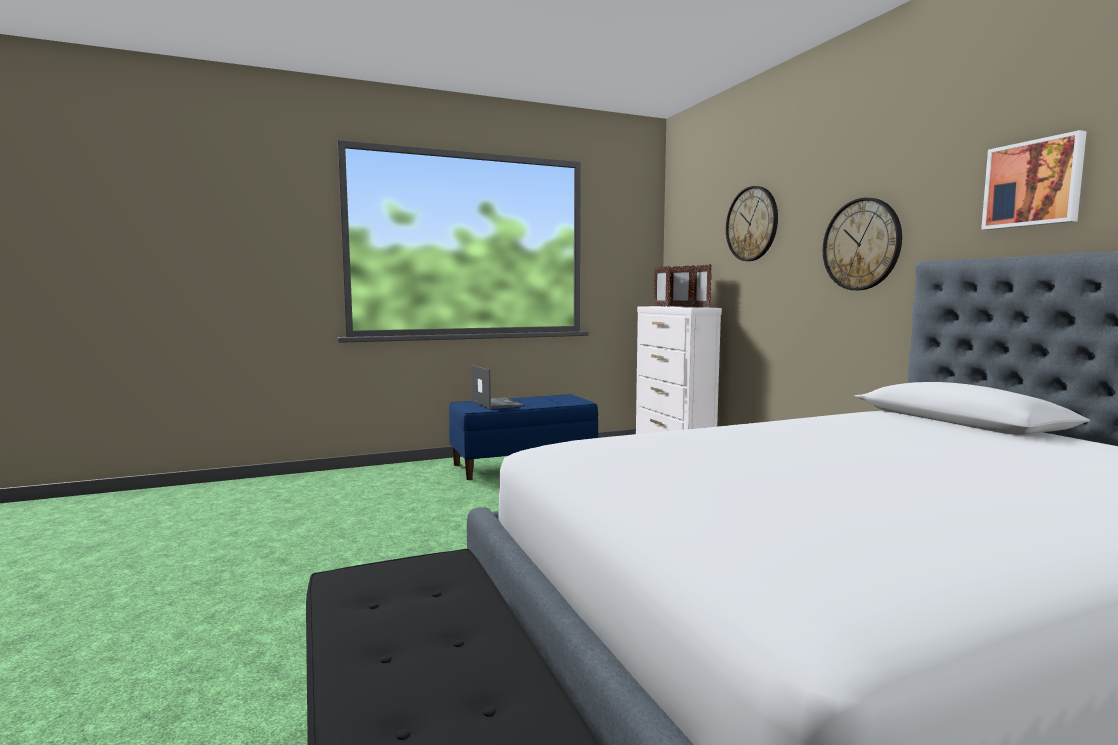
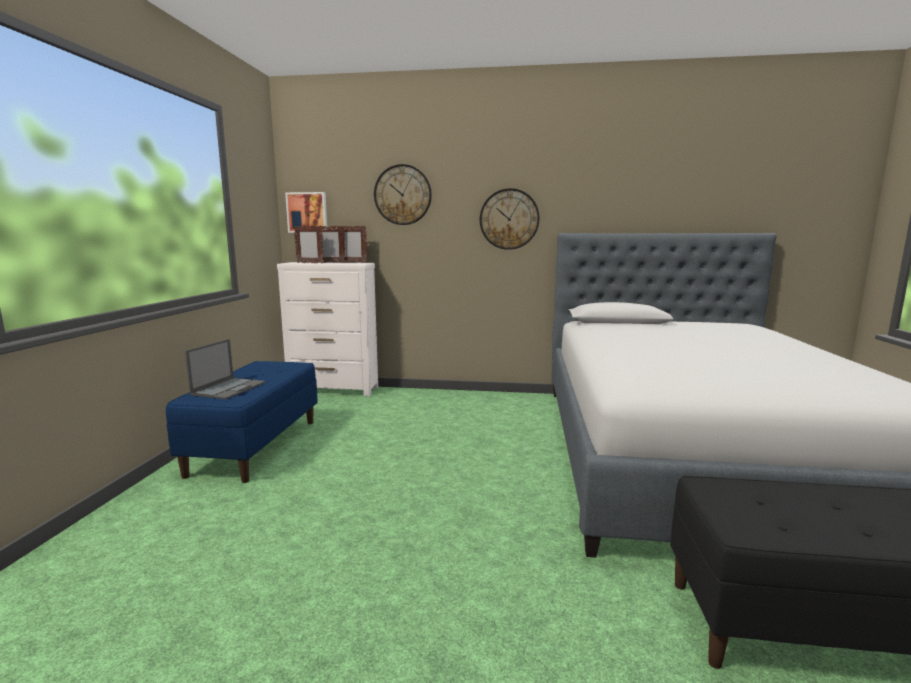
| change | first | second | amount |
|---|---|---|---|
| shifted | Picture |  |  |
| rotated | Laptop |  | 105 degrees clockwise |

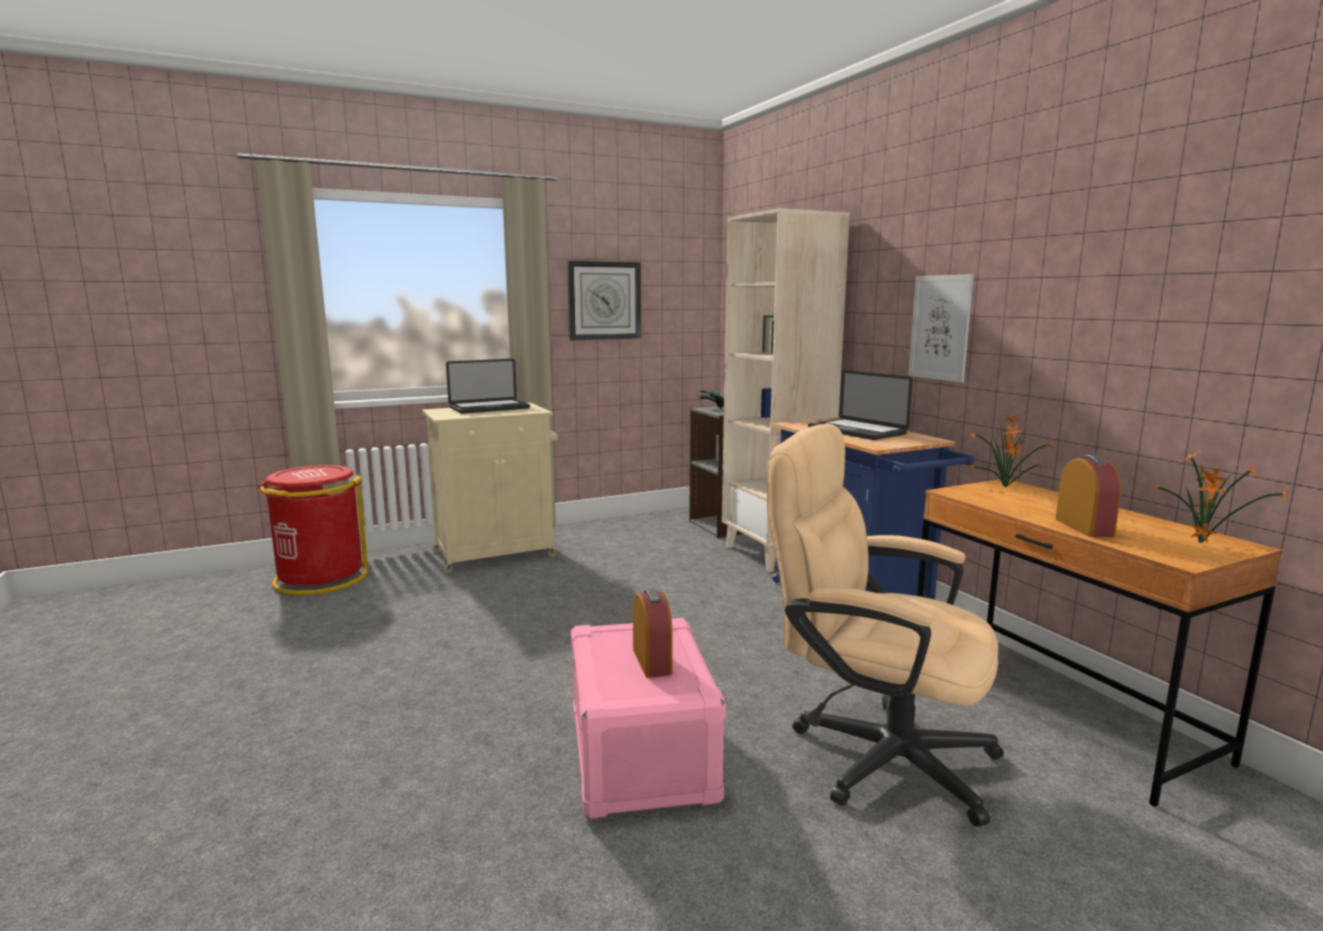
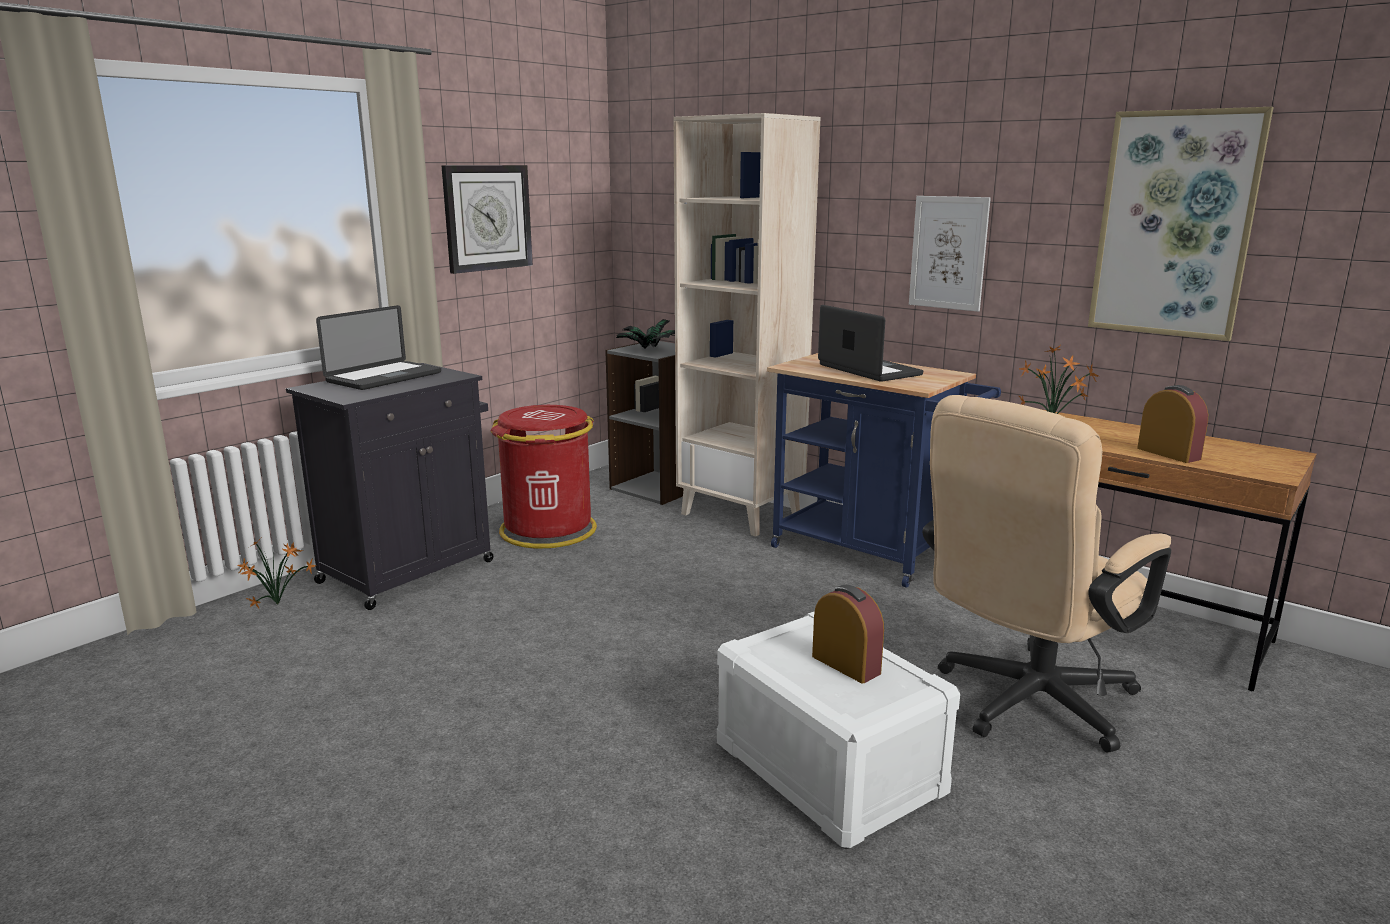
| change | first | second | amount |
|---|---|---|---|
| new |  | Picture (no. 2 from left) |  |
| shifted | RedTrashCan |  |  |
| shifted | PottedPlant (no. 3 from left in the first image) | PottedPlant (no. 1 from left) |  |
| repainted | BeigeCabinet | BlackCabinet |  |
| repainted | PinkStorageBox | WhiteStorageBox |  |
| rotated | BeigeOfficeChair |  | 45 degrees counterclockwise |
| rotated | Laptop (no. 2 from left) |  | 150 degrees counterclockwise |

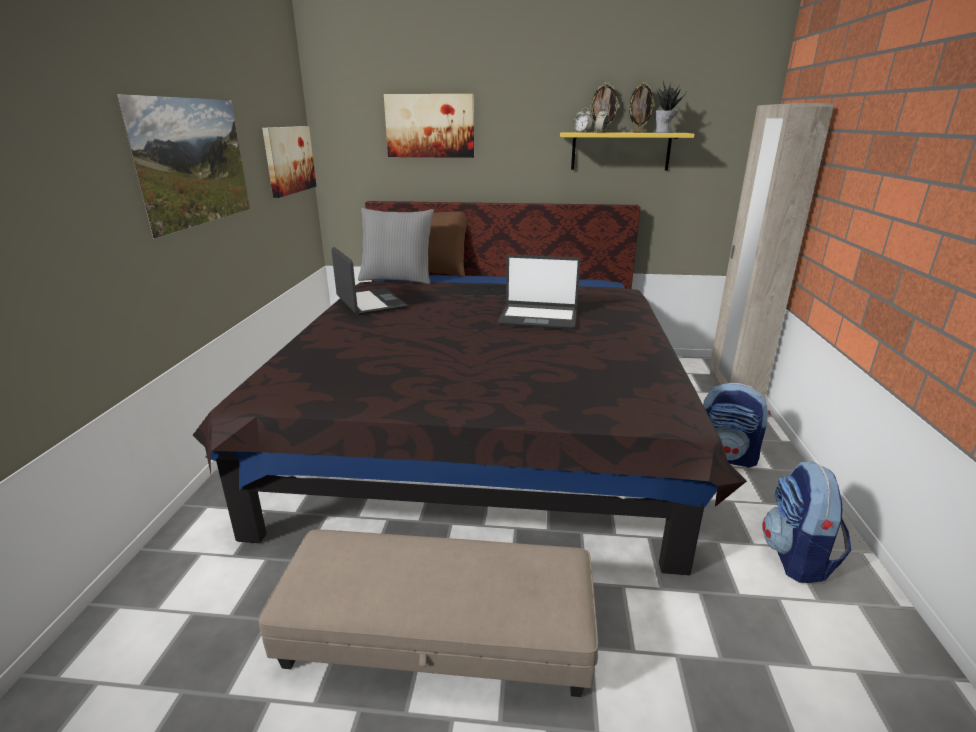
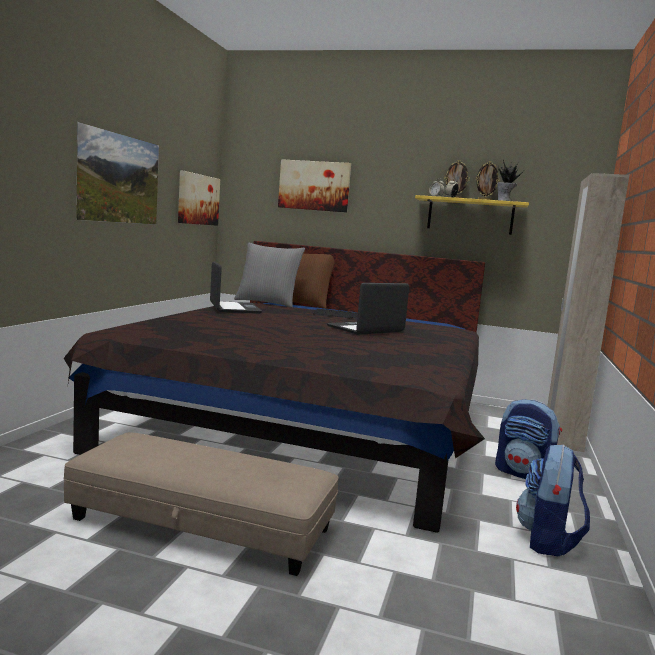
| change | first | second | amount |
|---|---|---|---|
| rotated | Laptop (no. 2 from left) |  | 120 degrees clockwise |

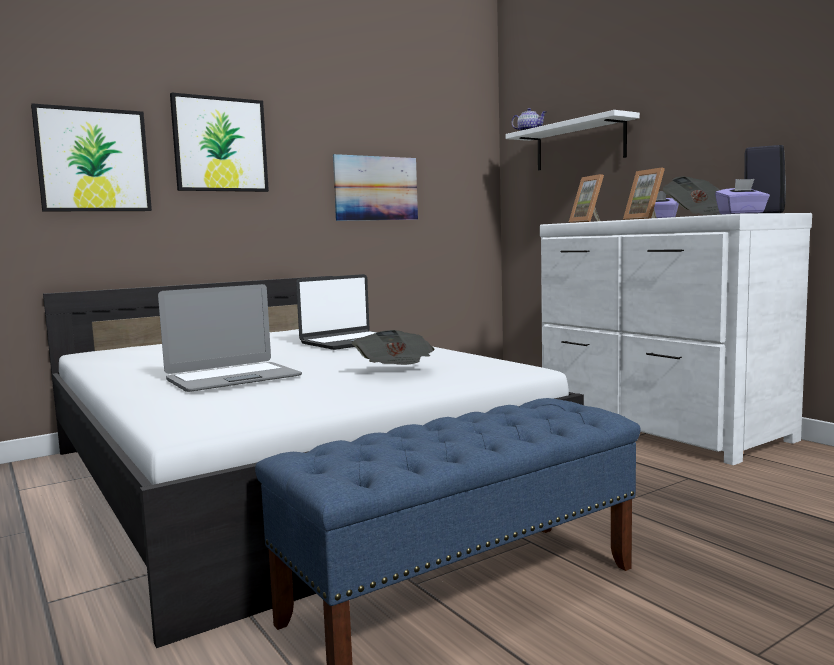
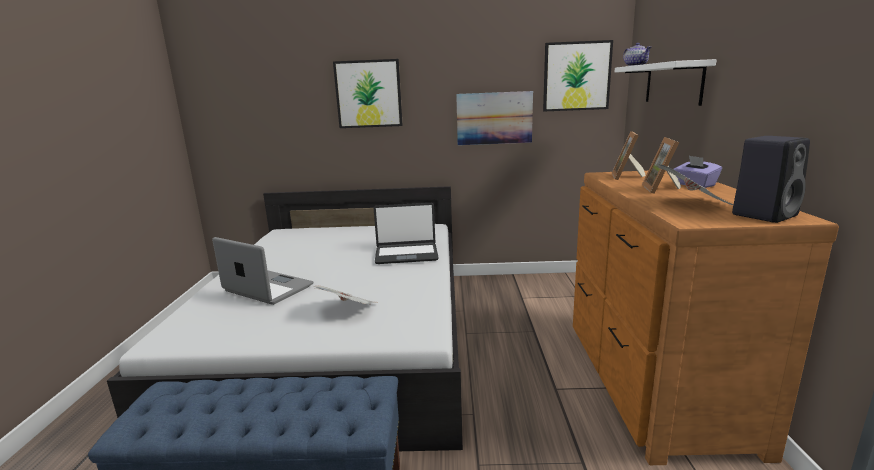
| change | first | second | amount |
|---|---|---|---|
| gone | PurpleTissueBox (no. 2 from left) |  |  |
| shifted | Picture (no. 1 from left in the first image) | Picture (no. 3 from left) |  |
| repainted | WhiteDresser | BrownDresser |  |
| rotated | Laptop (no. 1 from left) |  | 150 degrees counterclockwise |

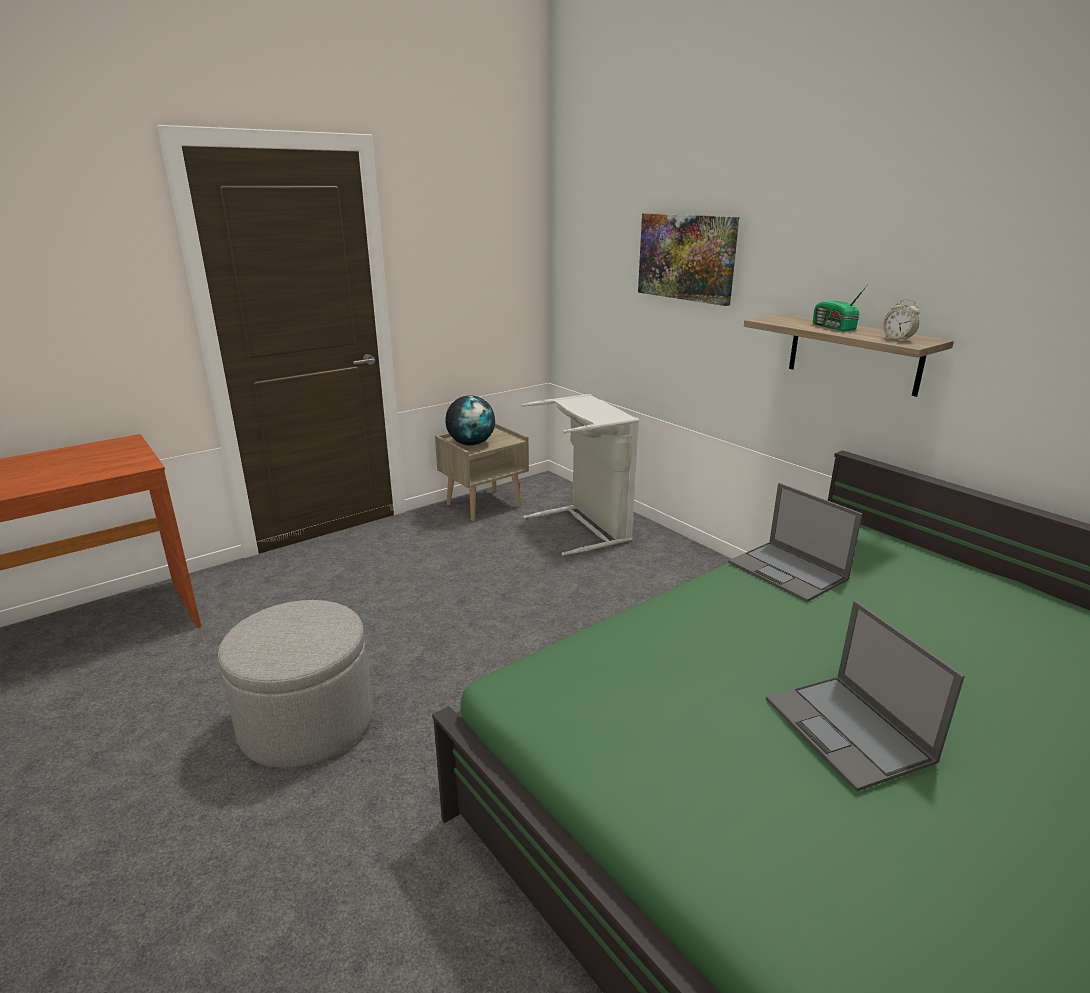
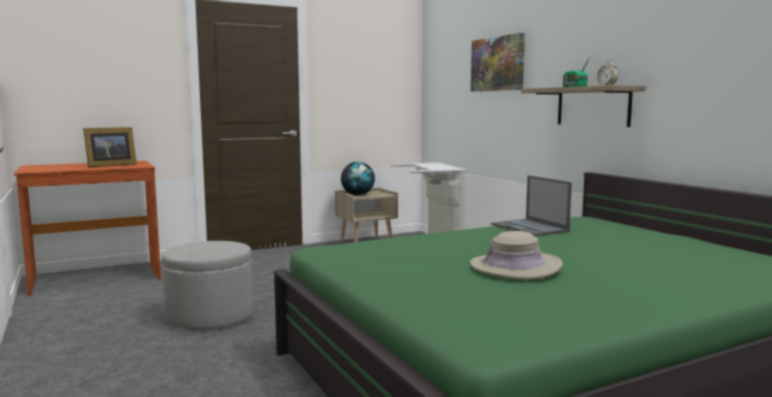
| change | first | second | amount |
|---|---|---|---|
| new |  | PictureFrame |  |
| swapped | Laptop (no. 2 from left) | BeigeHat |  |

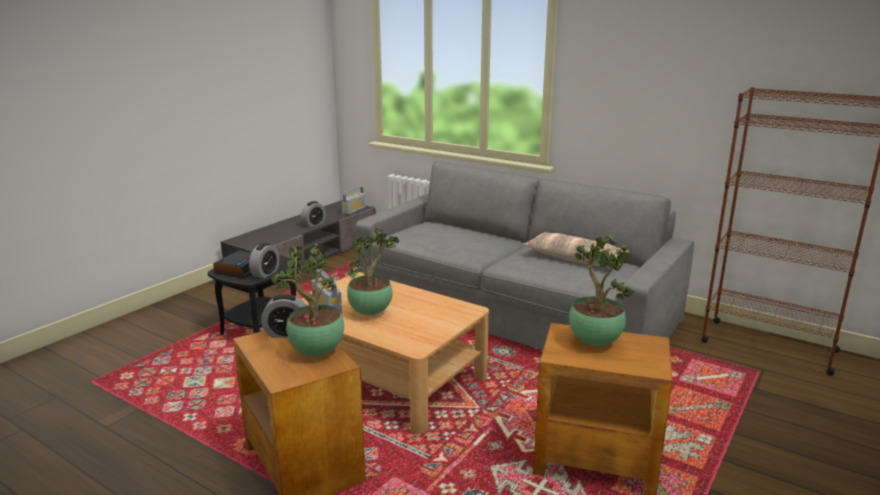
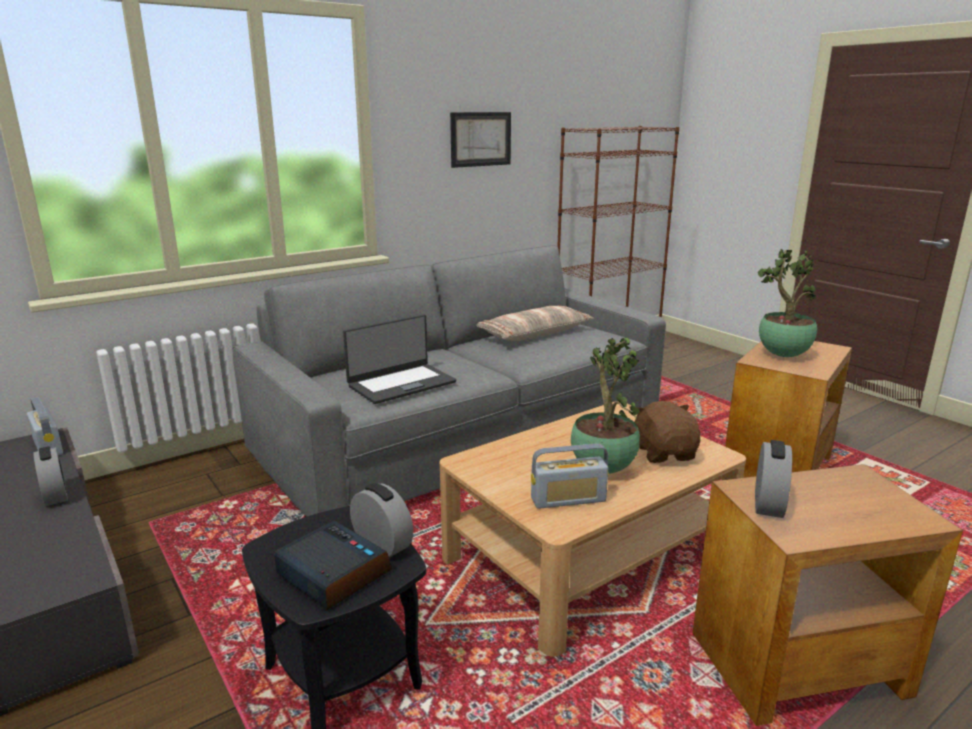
| change | first | second | amount |
|---|---|---|---|
| gone | PottedPlant (no. 1 from left) |  |  |
| new |  | Laptop |  |
| new |  | Picture |  |
| new |  | BrownPlushToy |  |

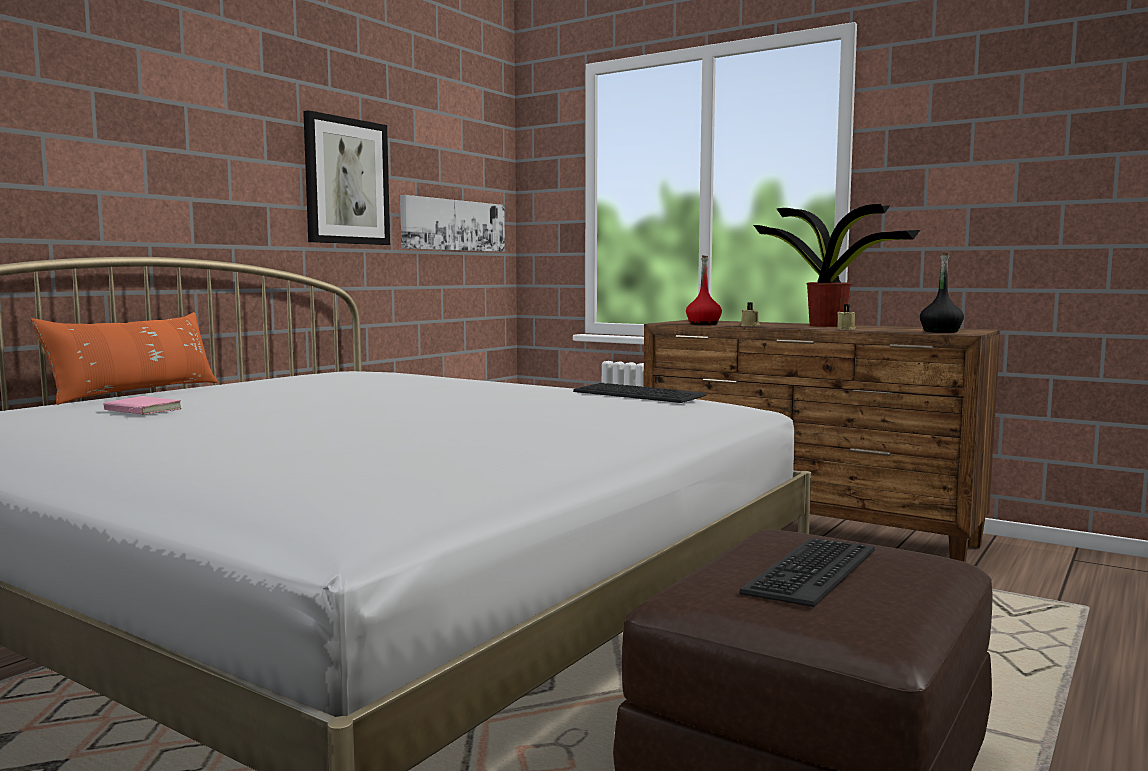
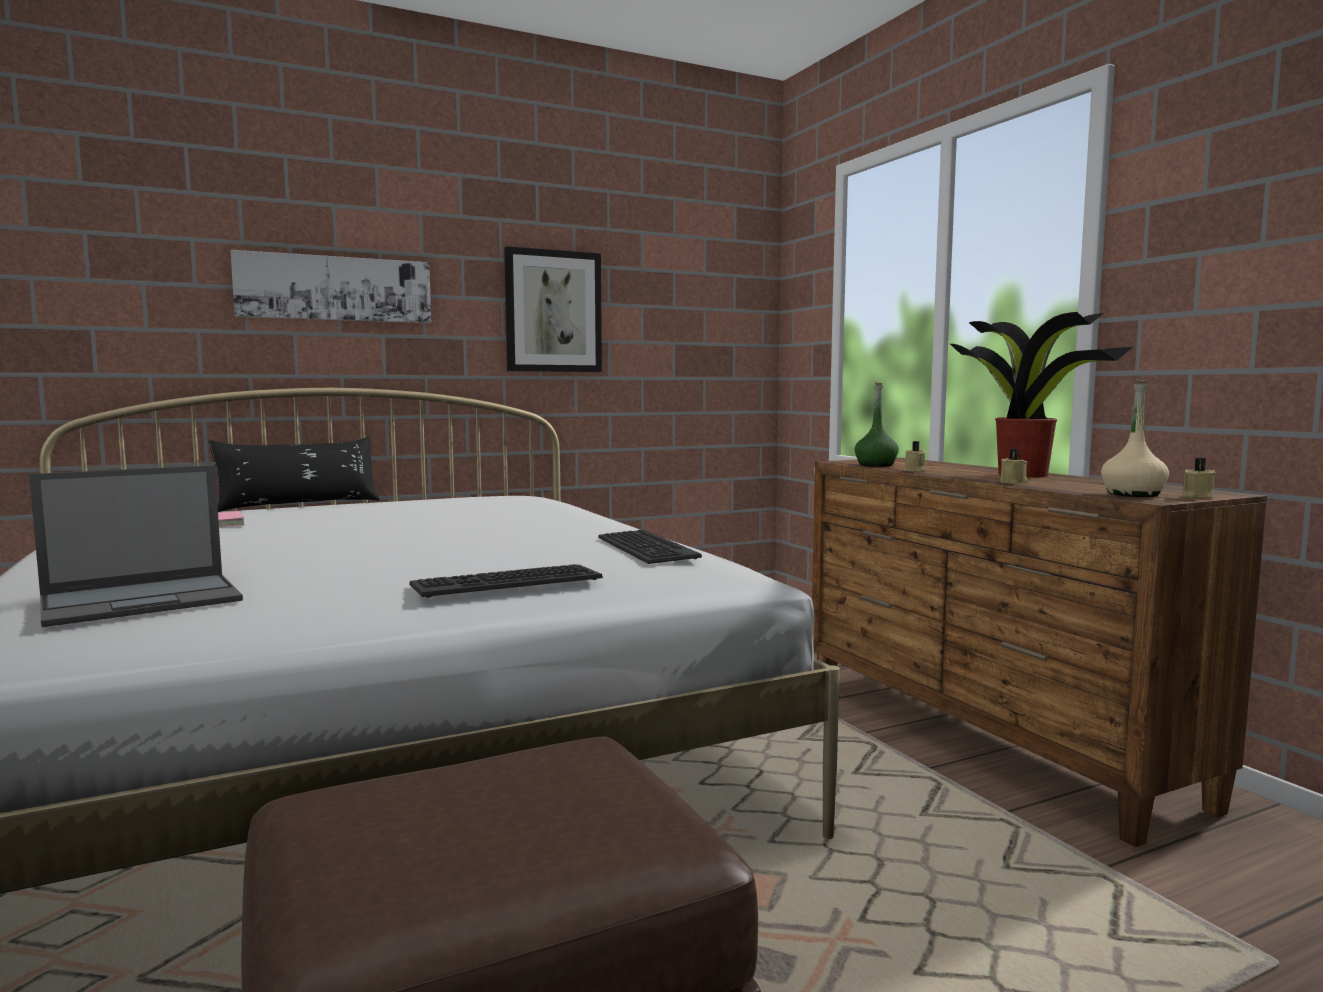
| change | first | second | amount |
|---|---|---|---|
| new |  | Laptop |  |
| new |  | BeigeCandle (no. 3 from left) |  |
| shifted | Picture (no. 2 from left in the first image) | Picture (no. 1 from left) |  |
| shifted | Keyboard (no. 2 from left in the first image) | Keyboard (no. 1 from left) |  |
| repainted | OrangePillow | BlackPillow |  |
| repainted | RedBottle | GreenBottle |  |
| repainted | BlackBottle | BeigeBottle |  |

